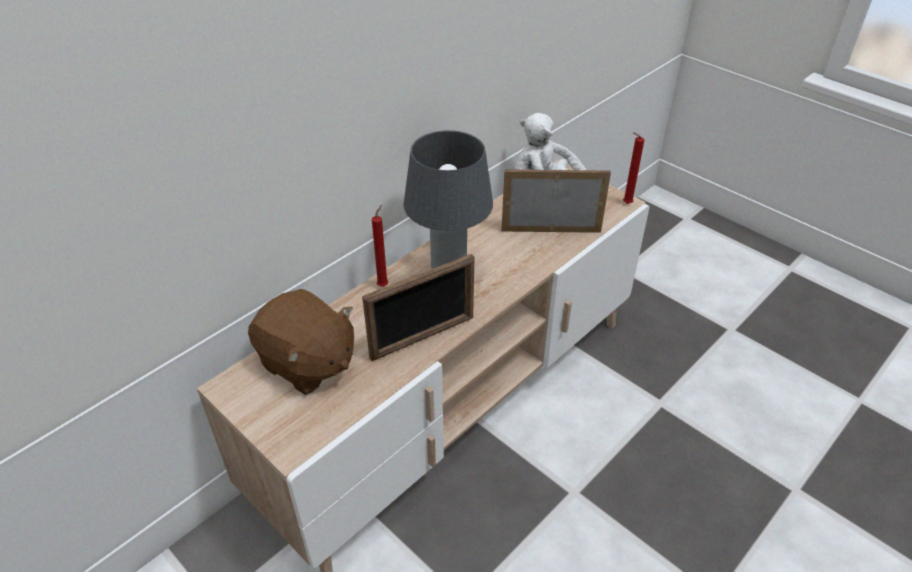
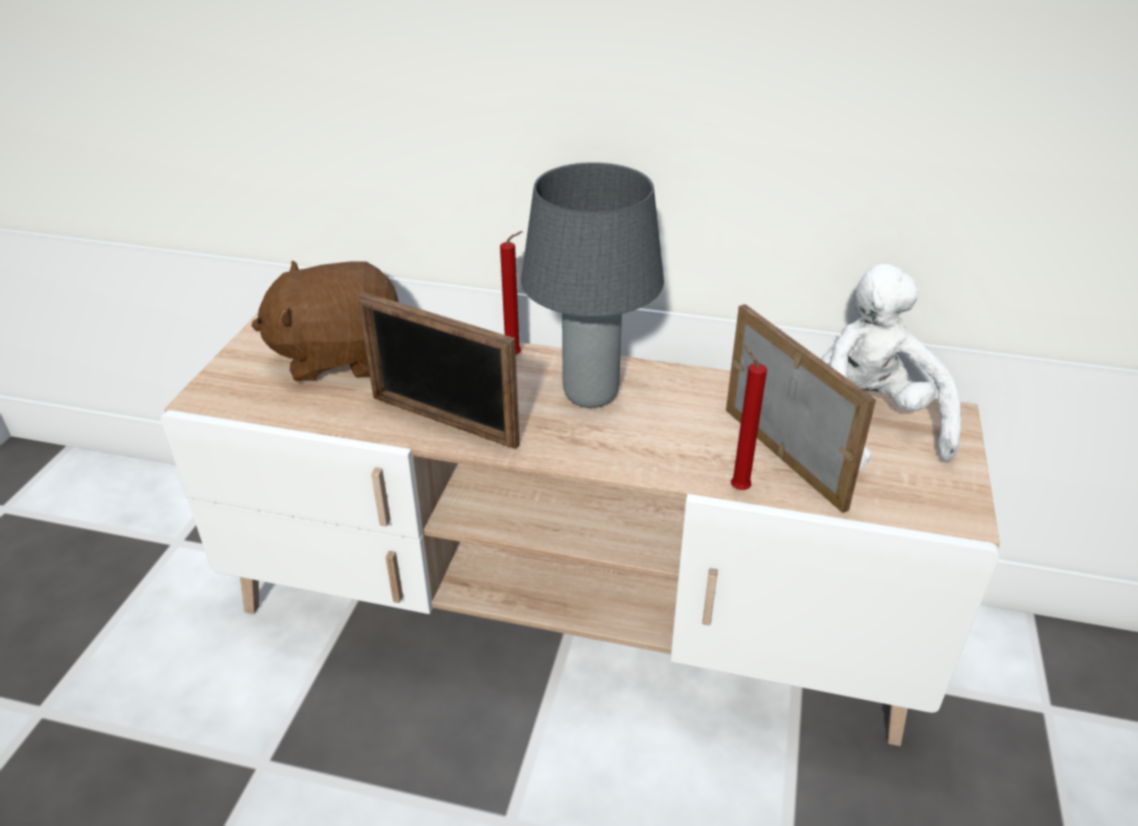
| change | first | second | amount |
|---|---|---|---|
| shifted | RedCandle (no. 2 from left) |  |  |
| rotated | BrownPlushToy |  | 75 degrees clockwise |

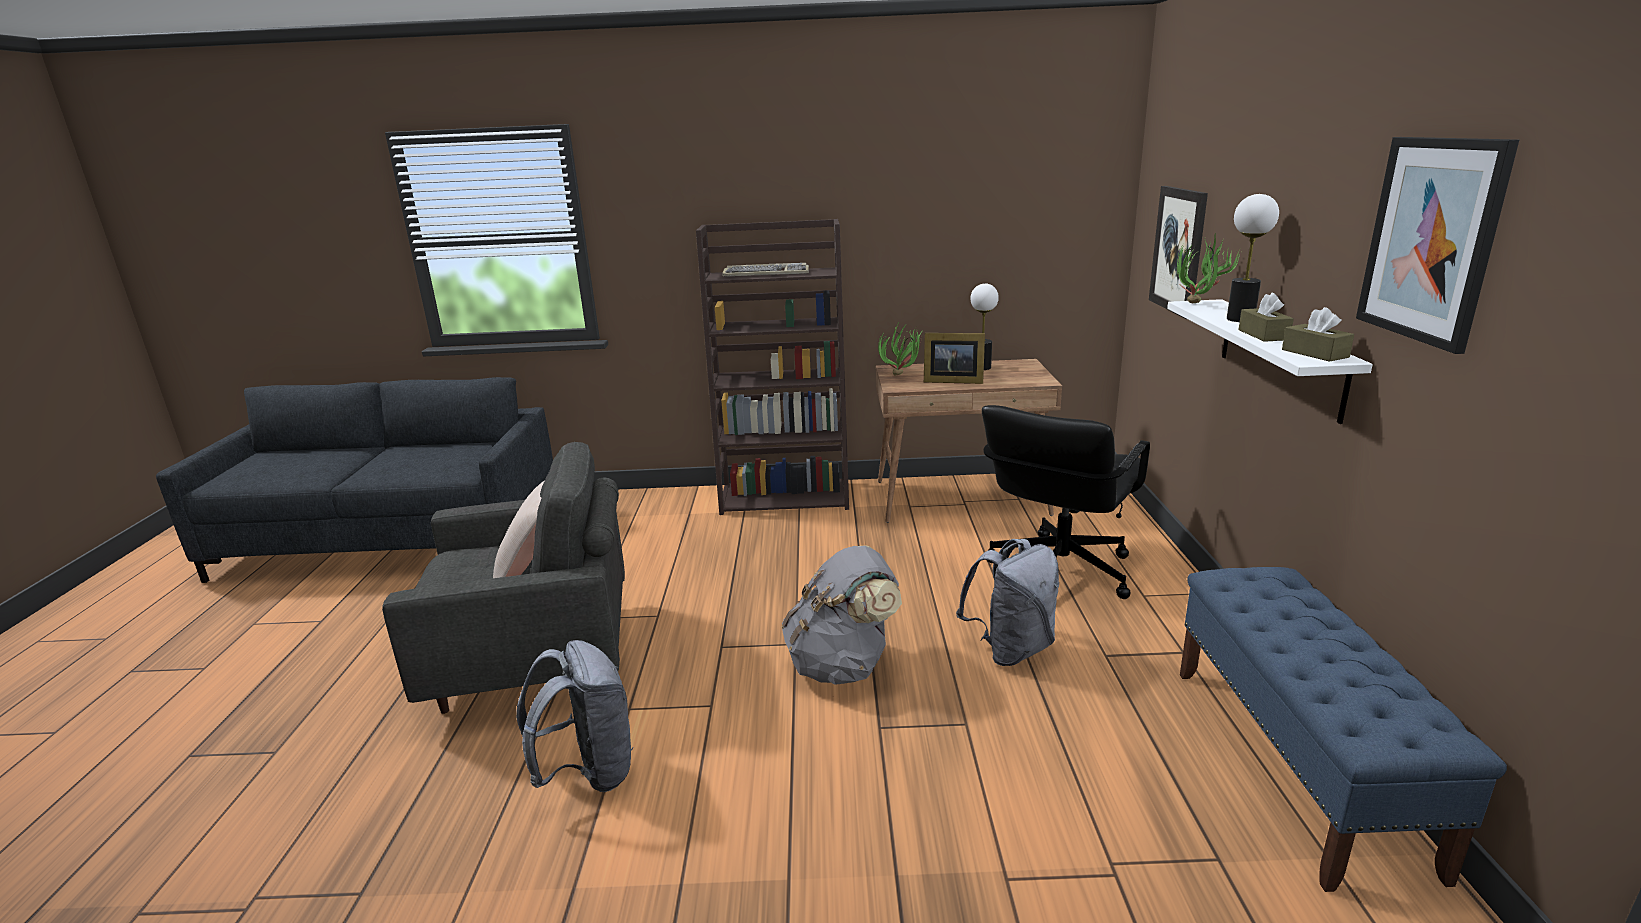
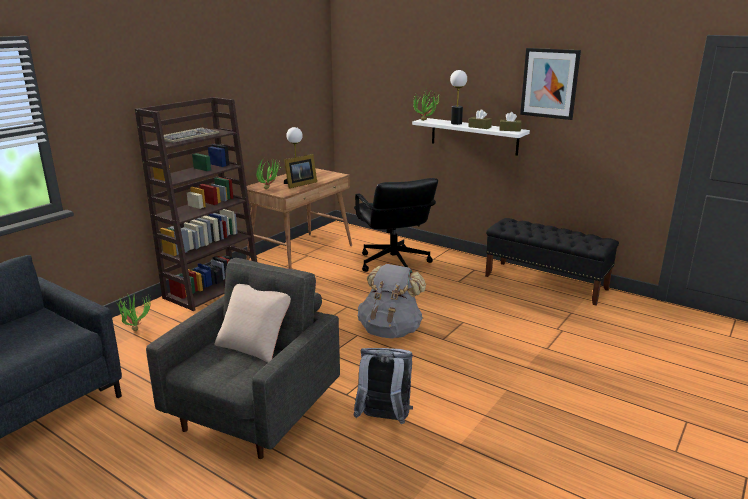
| change | first | second | amount |
|---|---|---|---|
| gone | GreyBackpack (no. 3 from left) |  |  |
| gone | Picture (no. 1 from left) |  |  |
| new |  | PottedPlant (no. 1 from left) |  |
| repainted | BlueBench | BlackBench |  |

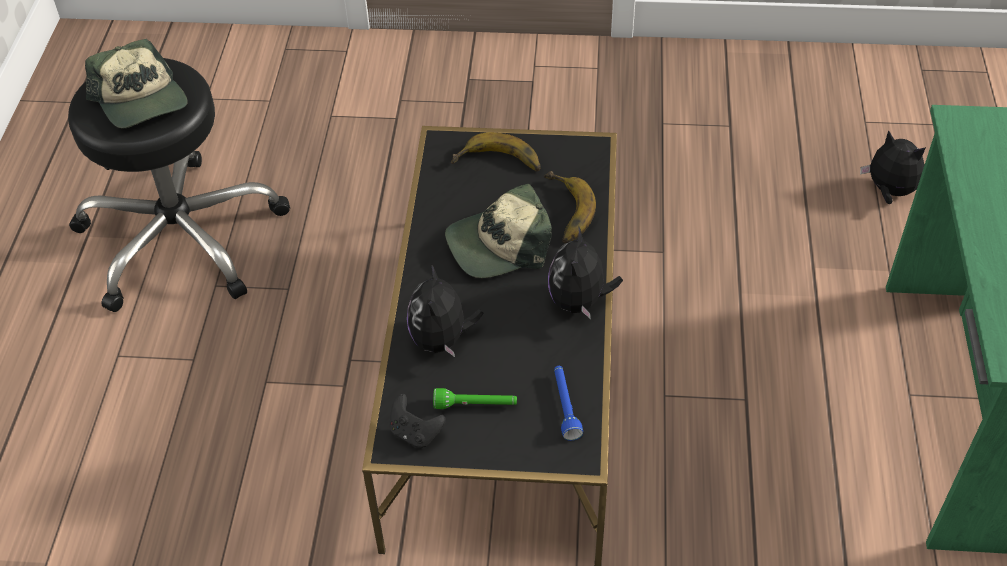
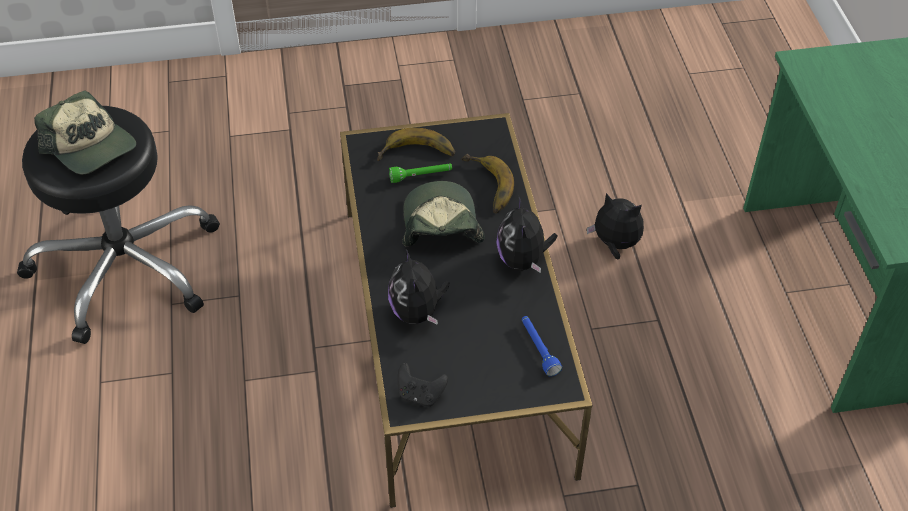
| change | first | second | amount |
|---|---|---|---|
| shifted | GreenFlashlight |  |  |
| shifted | PlushToy (no. 3 from left) |  |  |
| rotated | Cap (no. 2 from left) |  | 120 degrees clockwise |

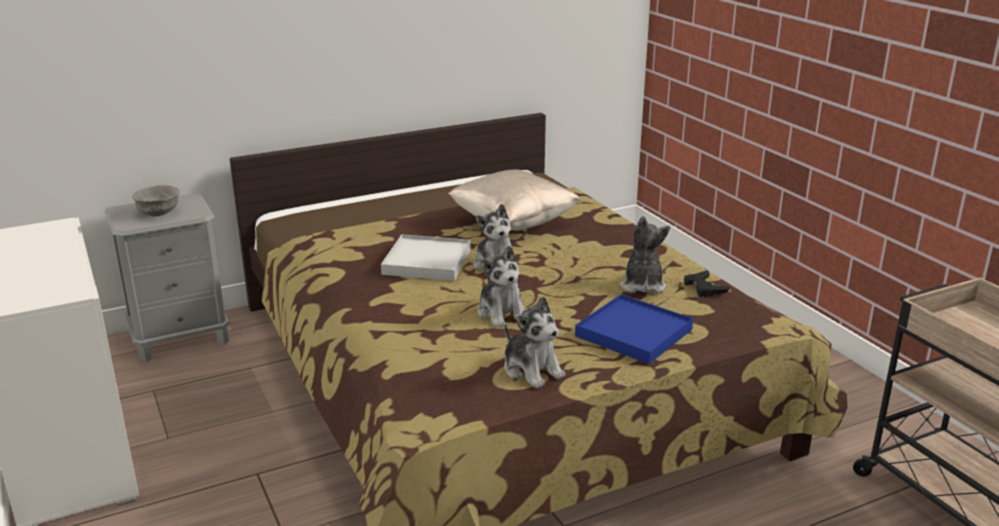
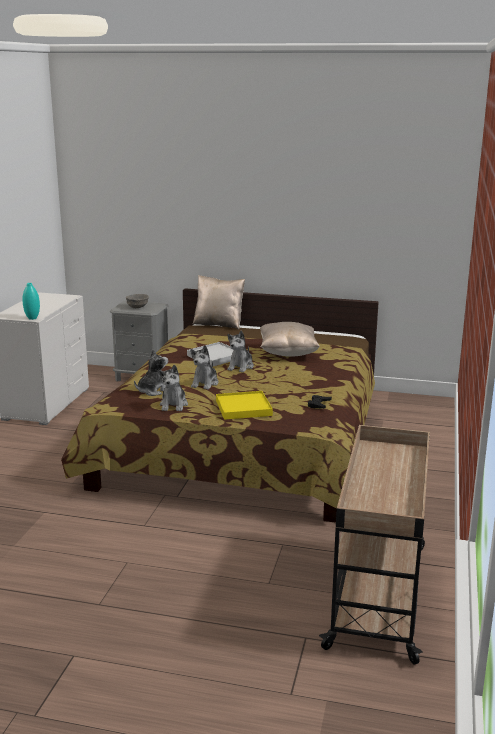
| change | first | second | amount |
|---|---|---|---|
| new |  | TurquoiseVase |  |
| new |  | BeigePillow (no. 1 from left) |  |
| shifted | PlushToy (no. 4 from left in the first image) | PlushToy (no. 1 from left) |  |
| repainted | BlueTray | YellowTray |  |

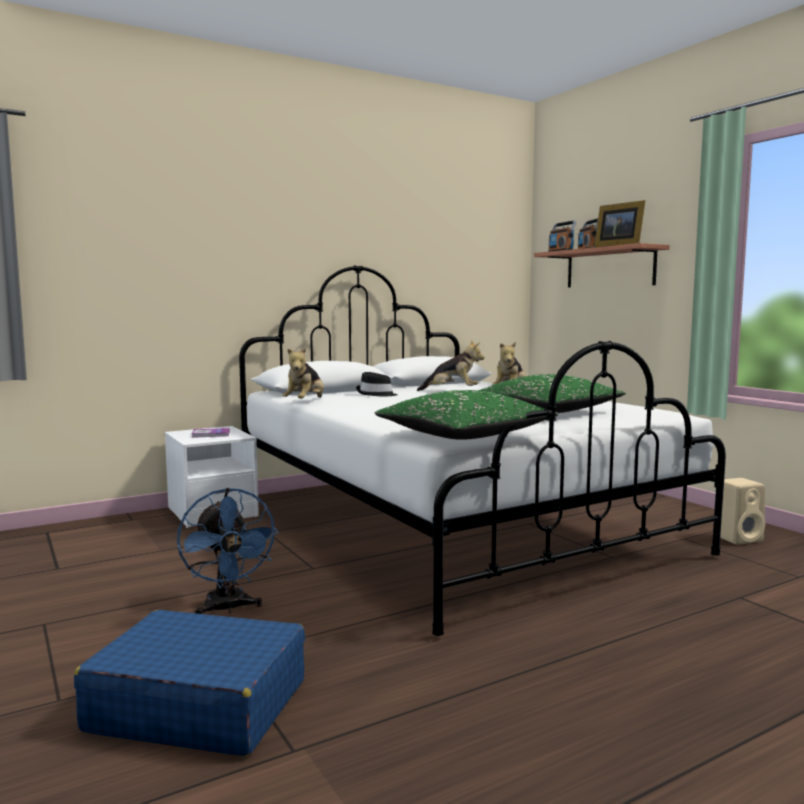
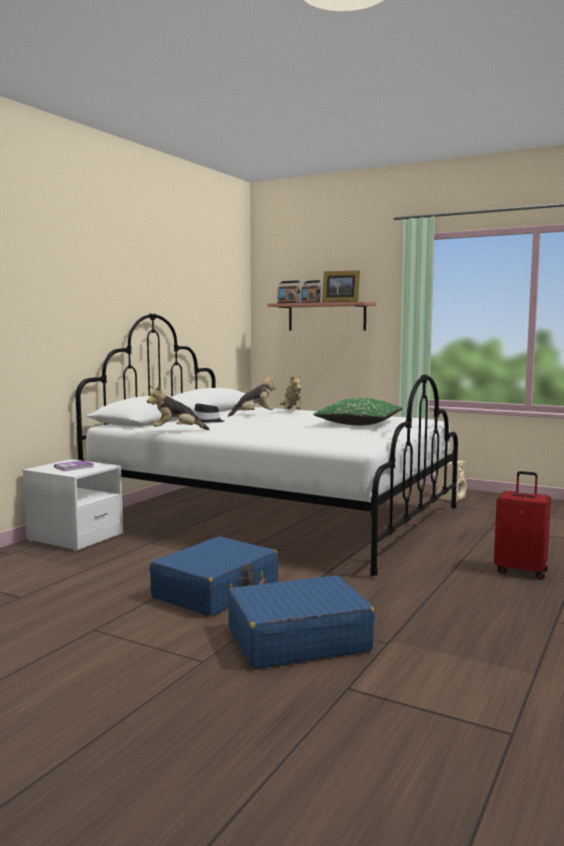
| change | first | second | amount |
|---|---|---|---|
| gone | GreenPillow (no. 1 from left) |  |  |
| new |  | RedSuitcase |  |
| swapped | BlueFan | BlueSuitcase (no. 1 from left) |  |
| rotated | PlushToy (no. 1 from left) |  | 90 degrees clockwise |

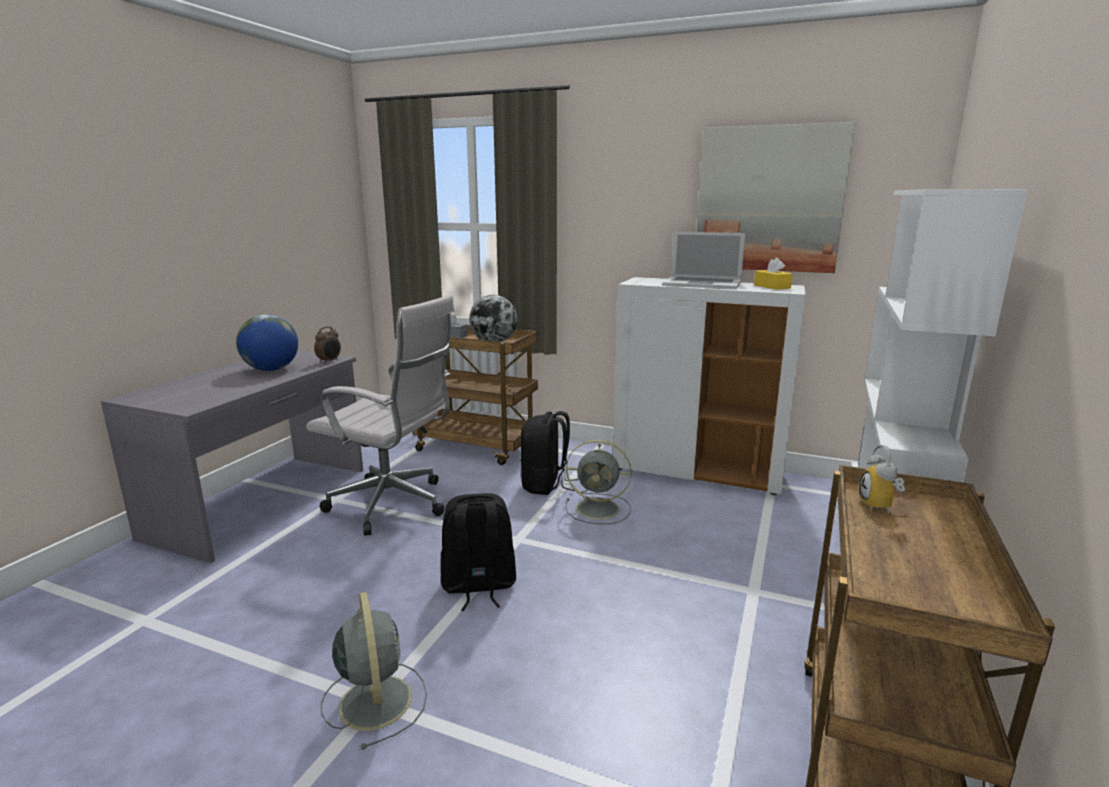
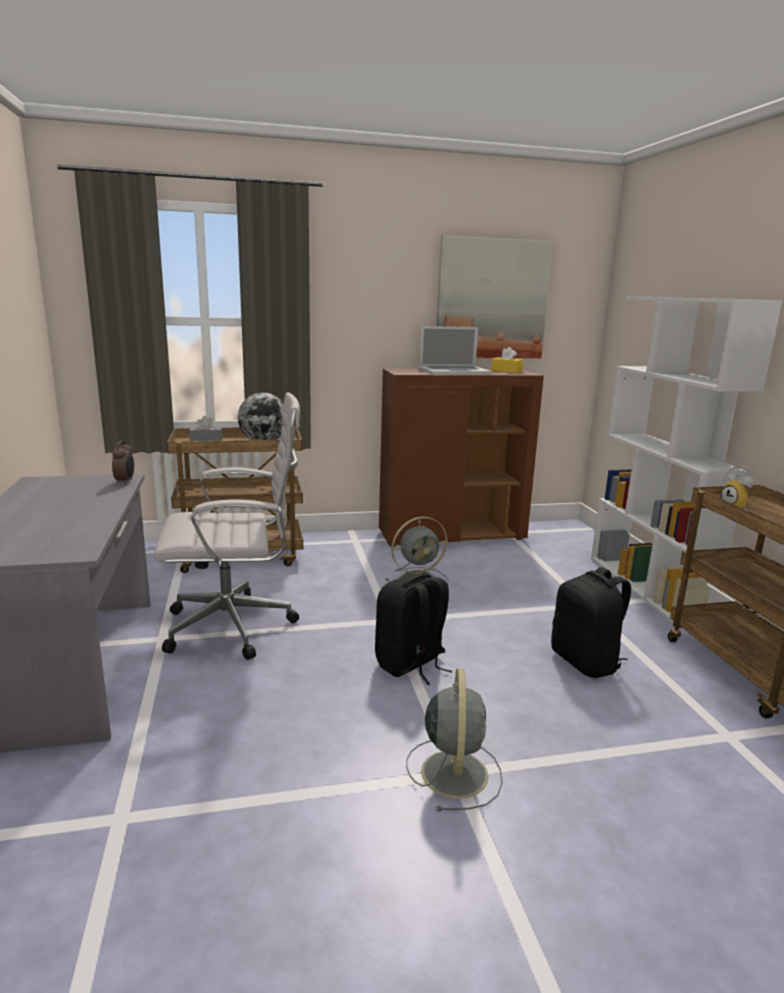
| change | first | second | amount |
|---|---|---|---|
| gone | Globe (no. 1 from left) |  |  |
| shifted | BlackBackpack (no. 2 from left) |  |  |
| repainted | WhiteCabinet | BrownCabinet |  |
| rotated | GreyFan (no. 1 from left in the first image) | GreyFan (no. 2 from left) | 60 degrees clockwise |

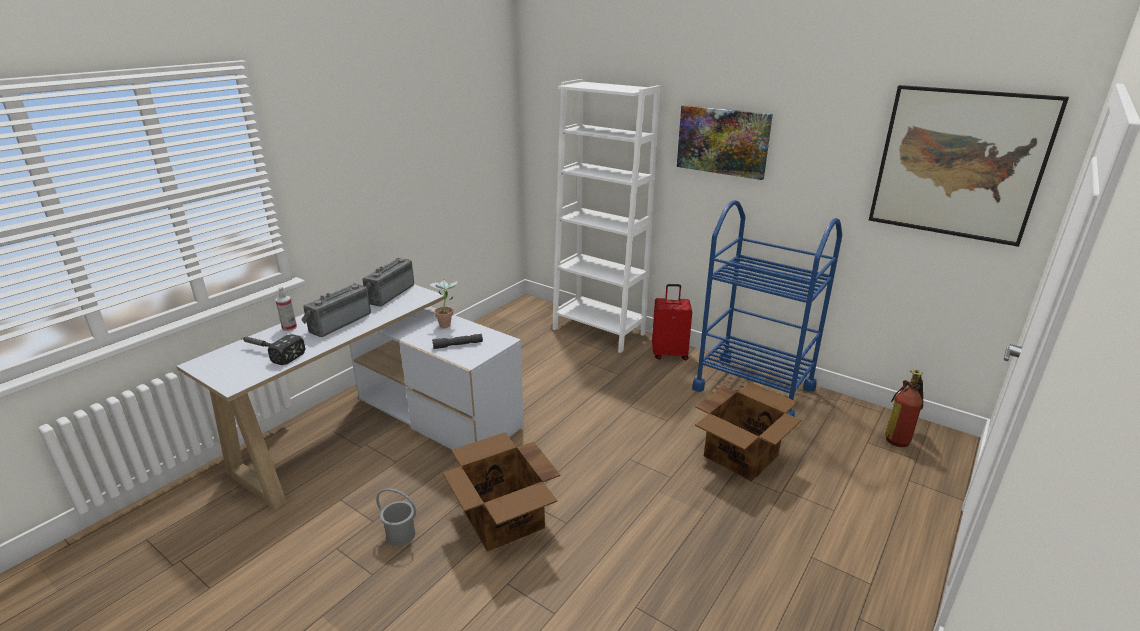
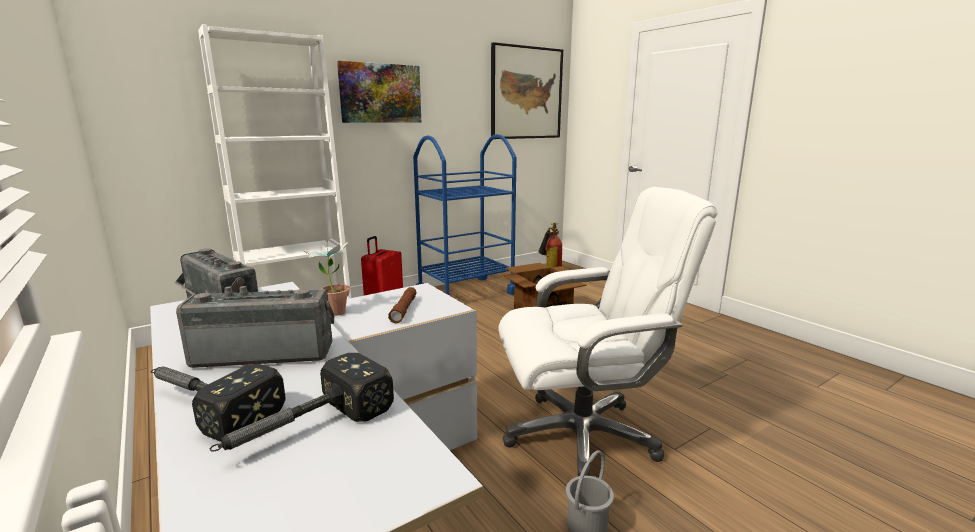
| change | first | second | amount |
|---|---|---|---|
| swapped | SprayBottle | Hammer (no. 1 from left) |  |
| swapped | CardboardBox (no. 1 from left) | WhiteOfficeChair |  |
| repainted | GreyFlashlight | BrownFlashlight |  |
| rotated | Radio (no. 1 from left in the first image) | Radio (no. 2 from left) | 120 degrees clockwise |

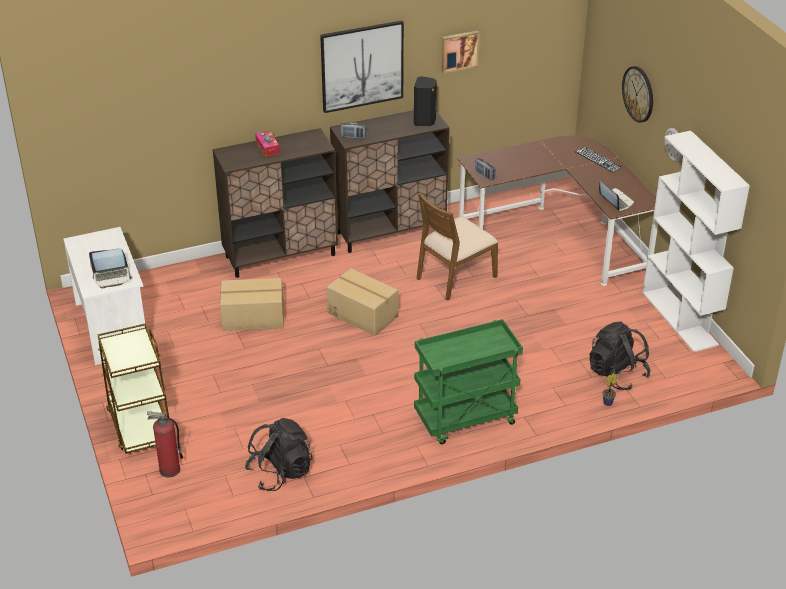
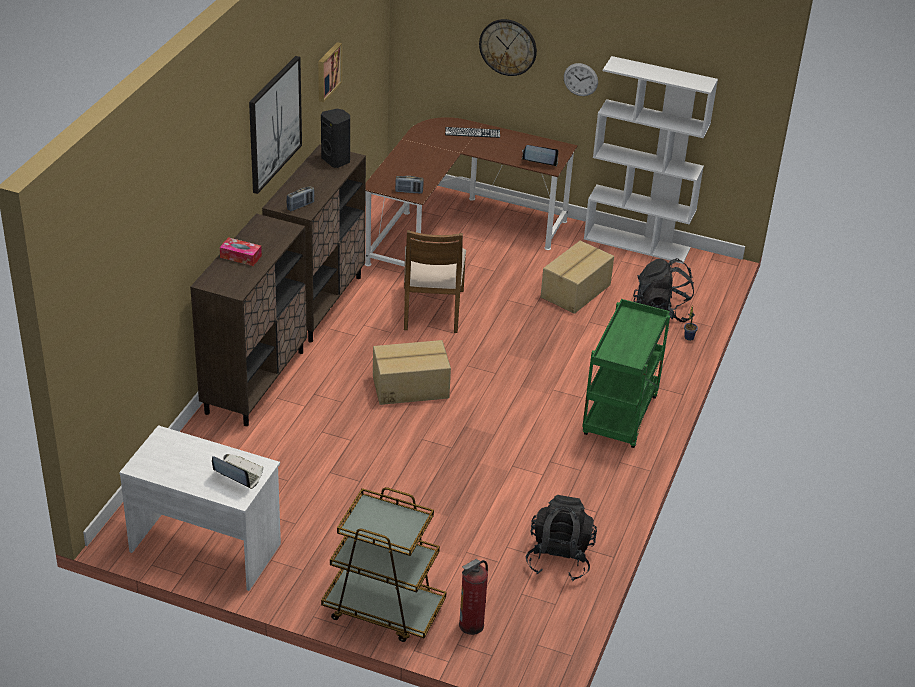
| change | first | second | amount |
|---|---|---|---|
| shifted | CardboardBox (no. 1 from left in the first image) | CardboardBox (no. 2 from left) |  |
| rotated | Laptop (no. 1 from left) |  | 90 degrees counterclockwise |

